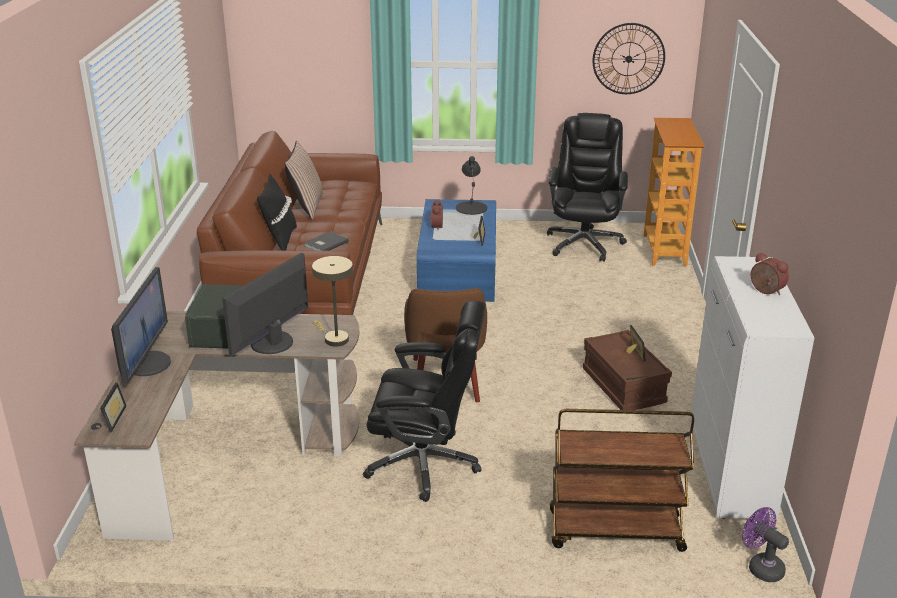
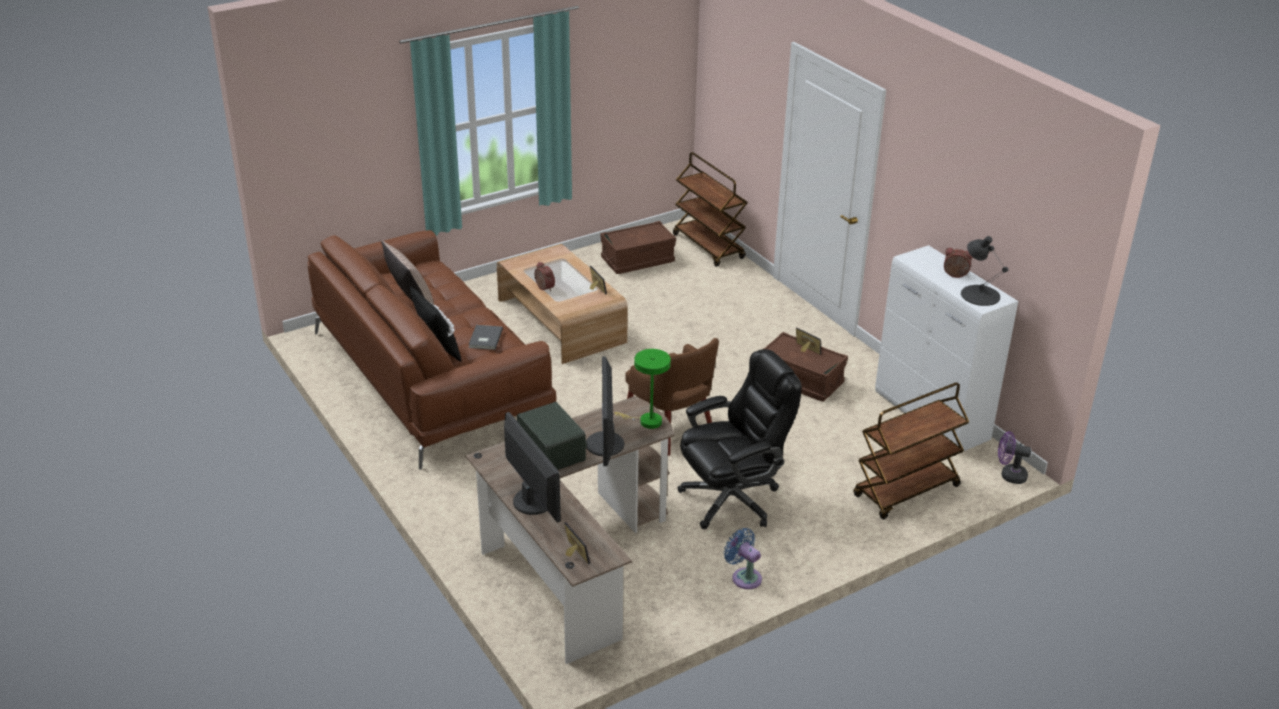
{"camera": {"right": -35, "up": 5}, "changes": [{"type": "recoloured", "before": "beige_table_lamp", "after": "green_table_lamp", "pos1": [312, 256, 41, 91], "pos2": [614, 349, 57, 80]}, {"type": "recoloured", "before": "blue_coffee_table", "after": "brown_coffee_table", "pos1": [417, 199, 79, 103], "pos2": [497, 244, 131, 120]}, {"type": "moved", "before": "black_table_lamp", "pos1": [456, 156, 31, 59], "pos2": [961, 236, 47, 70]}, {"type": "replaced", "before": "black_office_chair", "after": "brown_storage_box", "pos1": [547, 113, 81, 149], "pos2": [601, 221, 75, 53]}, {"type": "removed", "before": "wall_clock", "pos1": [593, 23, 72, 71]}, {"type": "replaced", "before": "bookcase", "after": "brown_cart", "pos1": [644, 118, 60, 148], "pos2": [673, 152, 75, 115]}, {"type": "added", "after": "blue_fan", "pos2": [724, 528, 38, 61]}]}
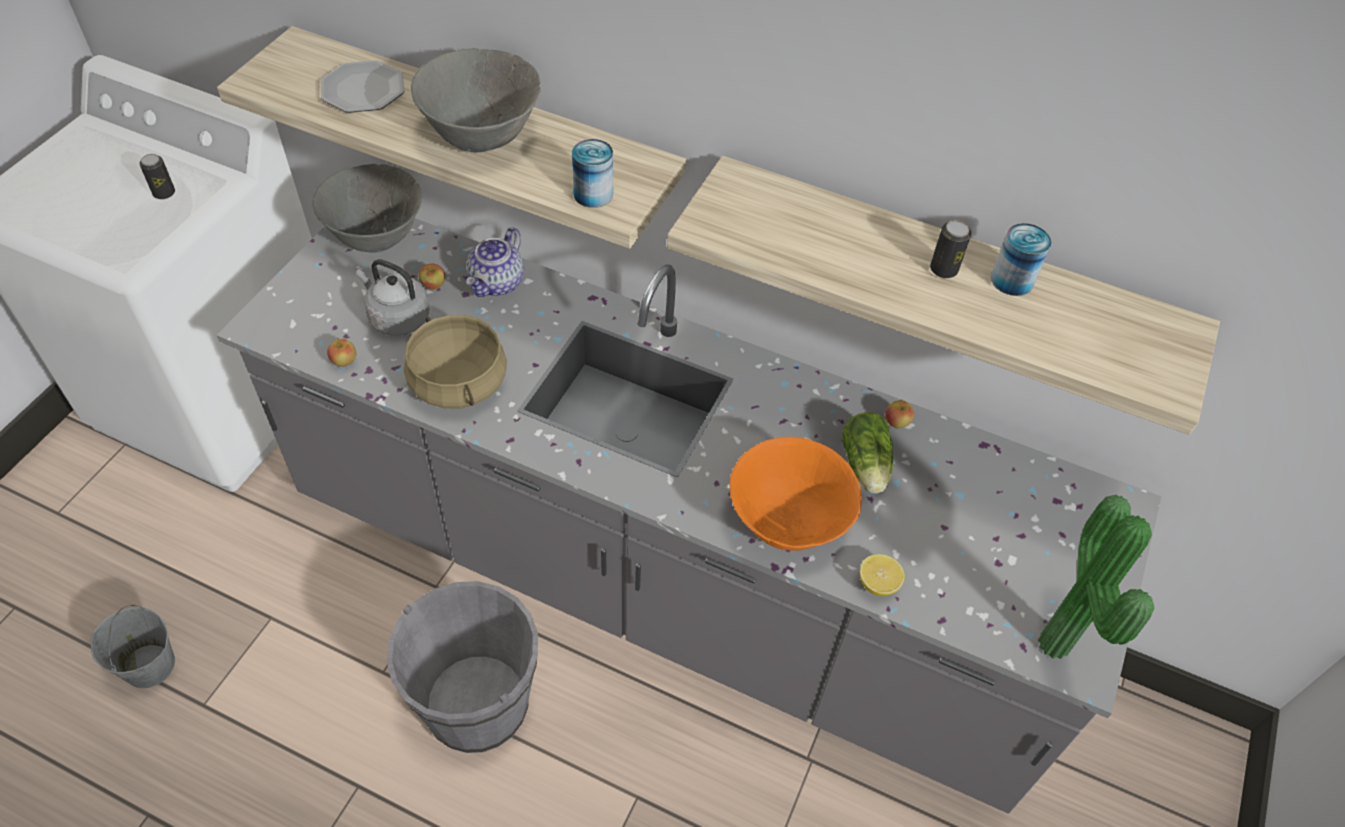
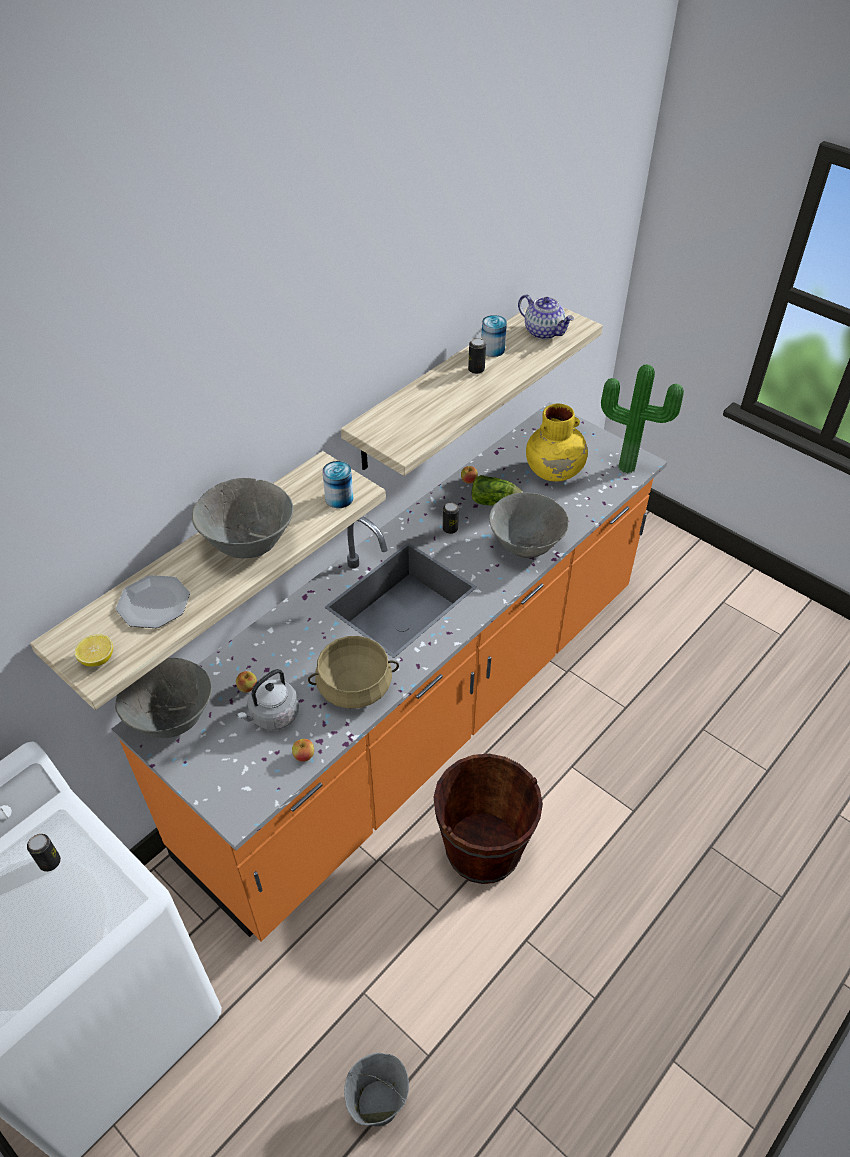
{"camera": {"right": -70, "up": -5}, "changes": [{"type": "recoloured", "before": "grey_counter", "after": "orange_counter", "pos1": [217, 218, 945, 596], "pos2": [111, 402, 556, 540]}, {"type": "recoloured", "before": "grey_bucket", "after": "brown_bucket", "pos1": [387, 581, 151, 172], "pos2": [434, 754, 109, 130]}, {"type": "moved", "before": "teapot", "pos1": [466, 227, 58, 70], "pos2": [518, 294, 56, 46]}, {"type": "recoloured", "before": "orange_bowl", "after": "grey_bowl", "pos1": [729, 437, 133, 114], "pos2": [489, 493, 80, 65]}, {"type": "moved", "before": "lemon", "pos1": [860, 554, 45, 42], "pos2": [75, 634, 38, 32]}, {"type": "added", "after": "can", "pos2": [443, 503, 16, 31]}, {"type": "added", "after": "yellow_vase", "pos2": [526, 403, 62, 79]}]}
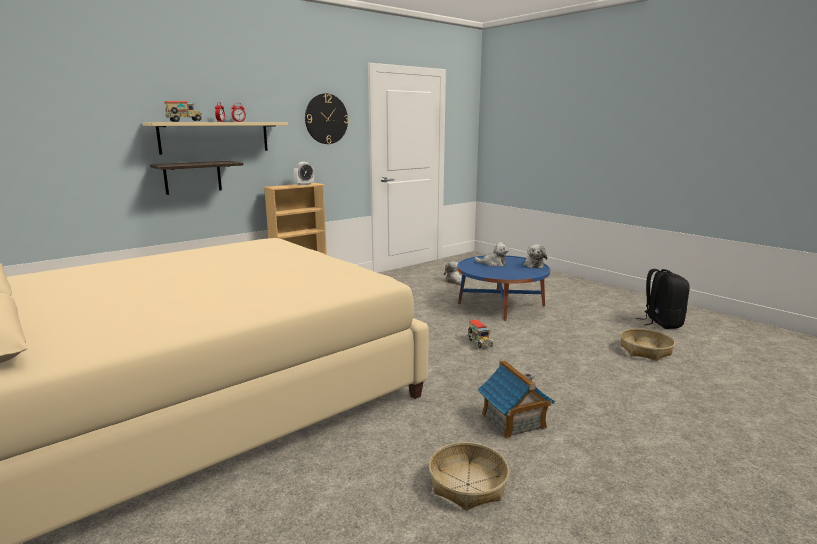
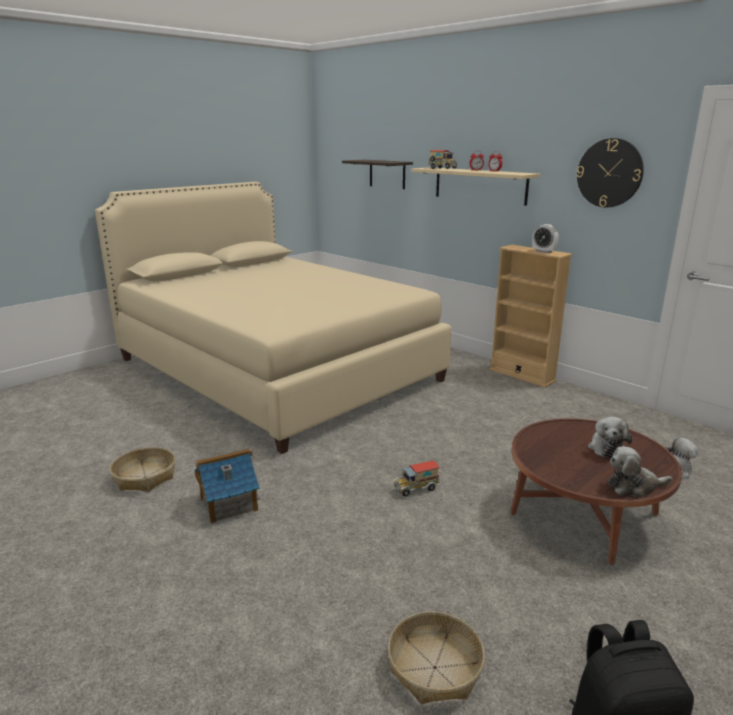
{"camera": {"right": 85, "up": 5}, "changes": [{"type": "moved", "before": "shelf", "pos1": [150, 161, 93, 34], "pos2": [342, 160, 71, 29]}, {"type": "recoloured", "before": "blue_coffee_table", "after": "brown_coffee_table", "pos1": [457, 255, 93, 66], "pos2": [510, 418, 172, 146]}]}
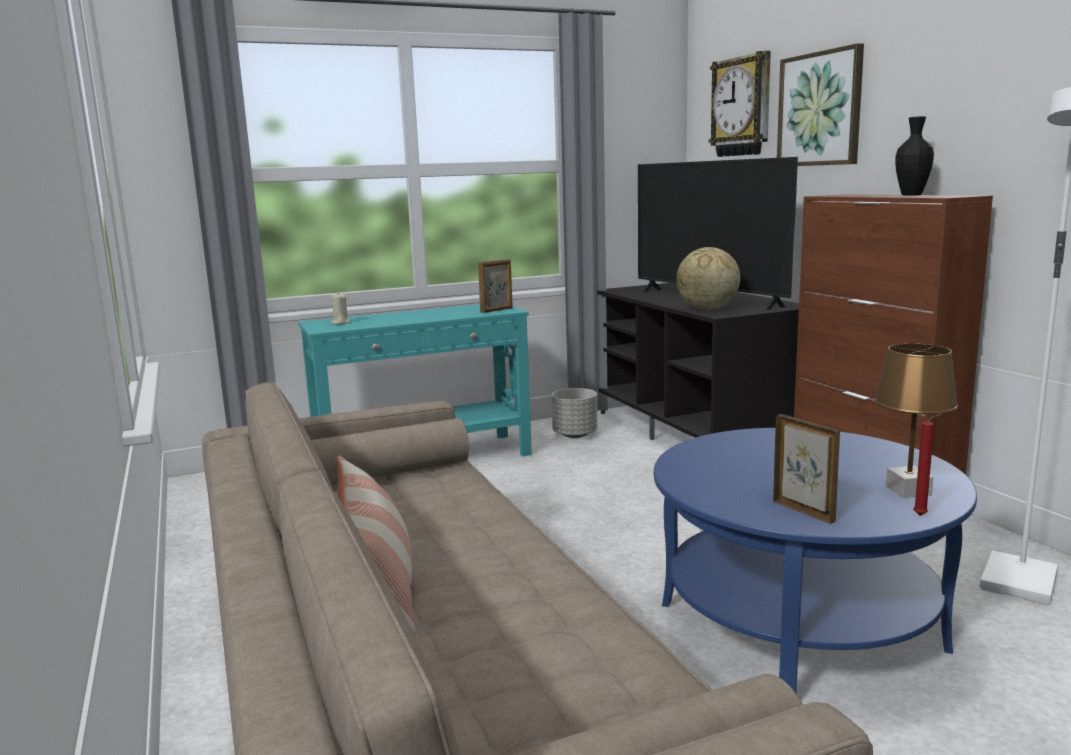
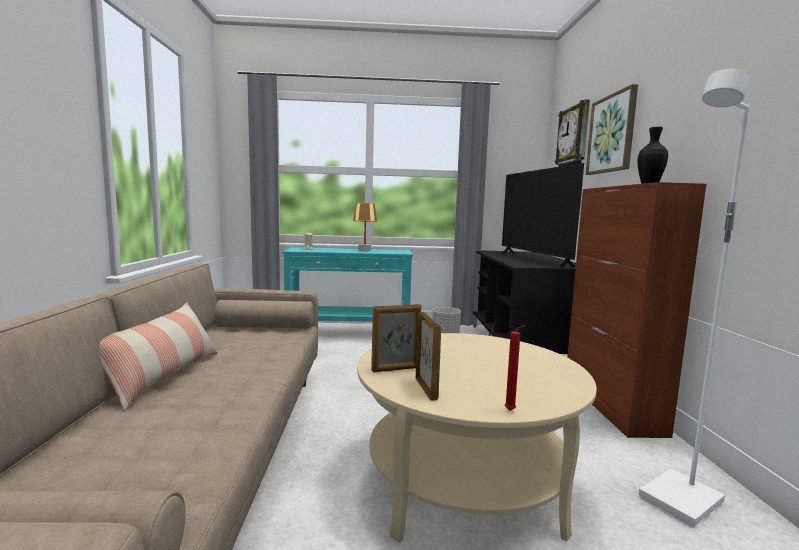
{"camera": {"right": 20, "up": -5}, "changes": [{"type": "moved", "before": "picture_frame", "pos1": [478, 259, 35, 54], "pos2": [371, 304, 50, 68]}, {"type": "recoloured", "before": "blue_coffee_table", "after": "beige_coffee_table", "pos1": [654, 428, 323, 265], "pos2": [357, 333, 240, 210]}, {"type": "removed", "before": "globe", "pos1": [676, 247, 64, 63]}, {"type": "moved", "before": "brown_table_lamp", "pos1": [874, 344, 84, 154], "pos2": [353, 203, 24, 48]}]}
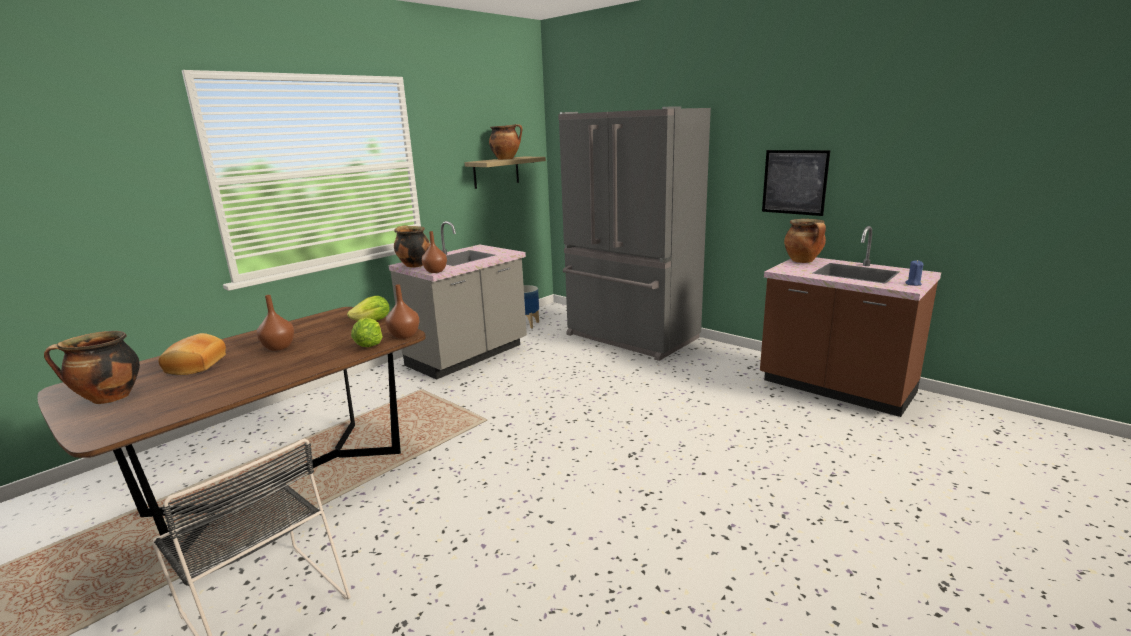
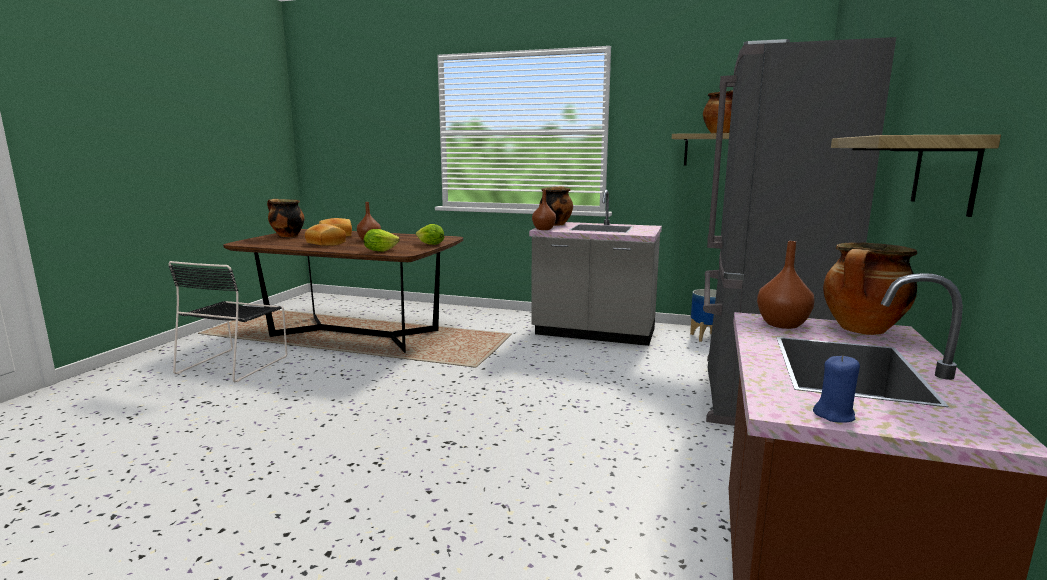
{"camera": {"right": 65, "up": -5}, "changes": [{"type": "moved", "before": "brown_vase", "pos1": [385, 284, 35, 55], "pos2": [757, 241, 58, 88]}, {"type": "replaced", "before": "picture", "after": "shelf", "pos1": [762, 150, 68, 66], "pos2": [831, 134, 170, 83]}, {"type": "added", "after": "bread", "pos2": [305, 224, 41, 22]}]}
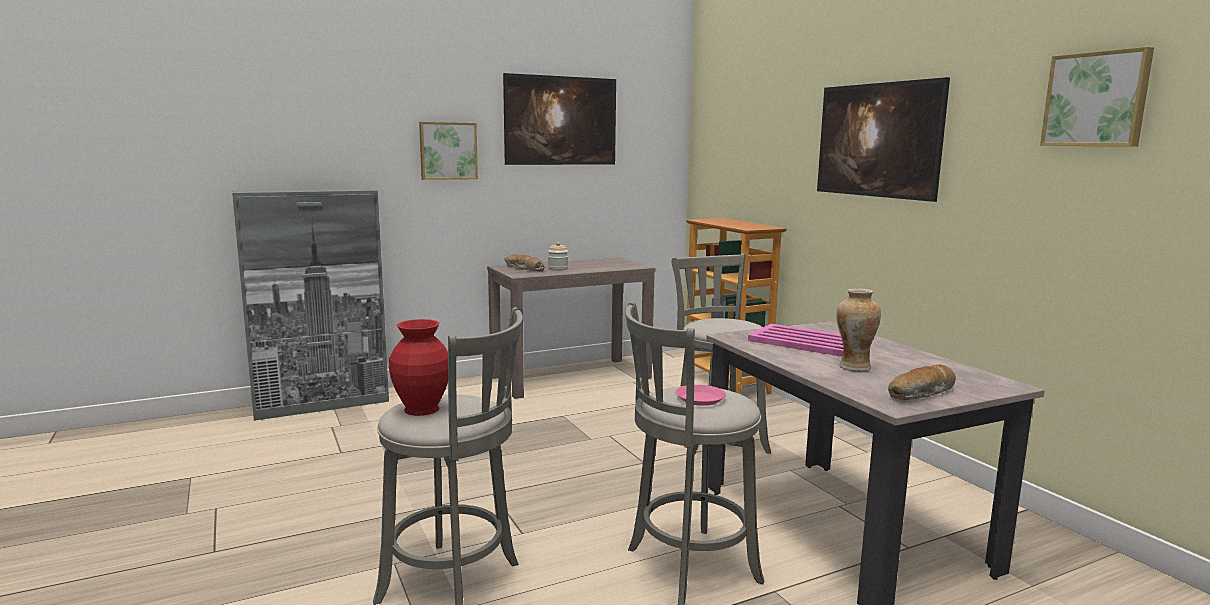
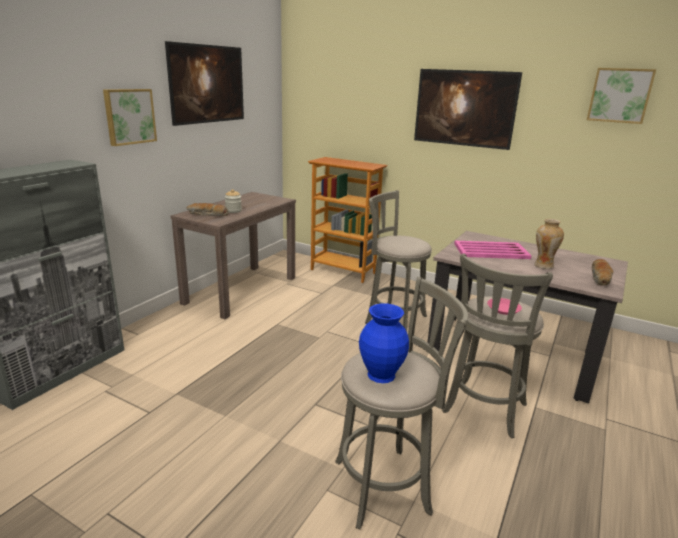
{"camera": {"right": -35, "up": 10}, "changes": [{"type": "recoloured", "before": "red_vase", "after": "blue_vase", "pos1": [389, 319, 59, 97], "pos2": [359, 303, 50, 80]}]}
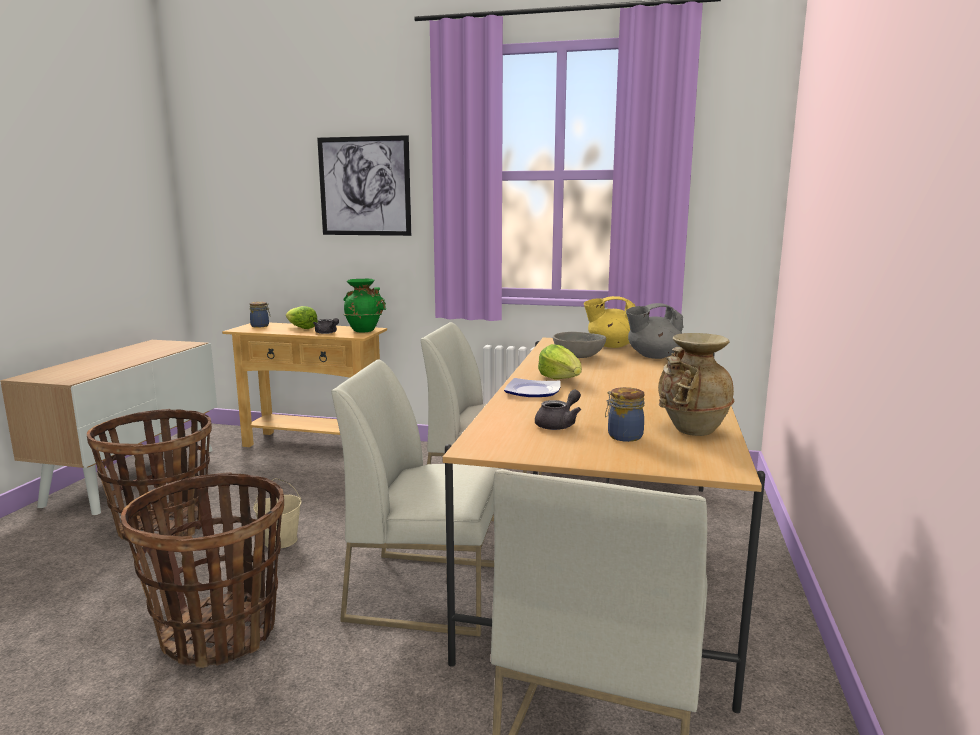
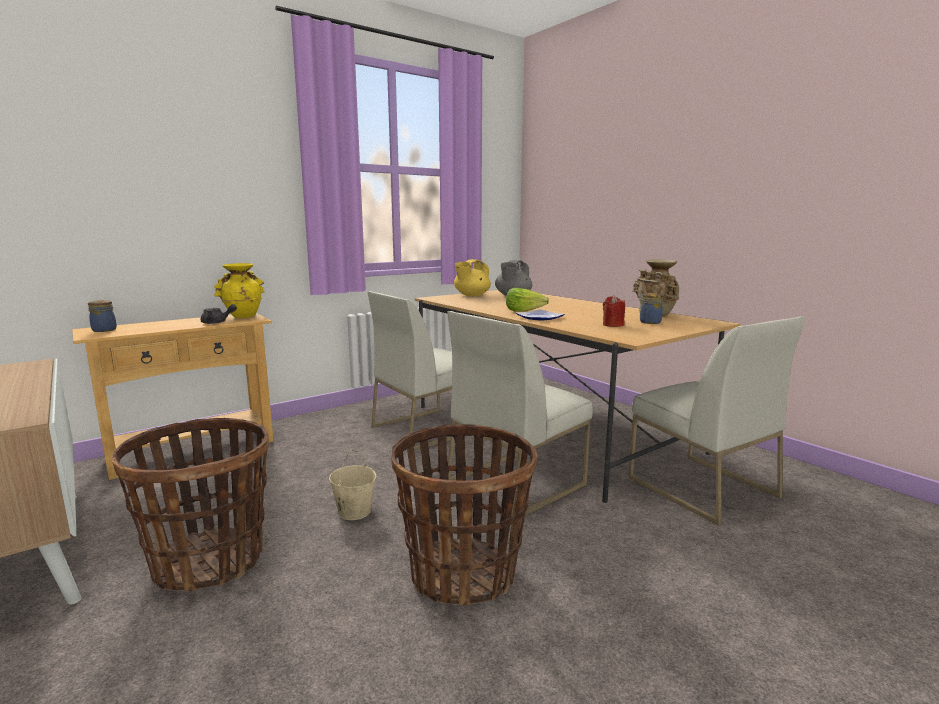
{"camera": {"right": -50, "up": 0}, "changes": [{"type": "removed", "before": "lettuce", "pos1": [286, 306, 32, 23]}, {"type": "removed", "before": "picture", "pos1": [317, 135, 94, 101]}, {"type": "recoloured", "before": "green_vase", "after": "yellow_vase", "pos1": [344, 279, 42, 53], "pos2": [214, 263, 51, 55]}, {"type": "replaced", "before": "grey_teapot", "after": "red_candle", "pos1": [535, 390, 46, 40], "pos2": [603, 295, 22, 32]}, {"type": "removed", "before": "grey_bowl", "pos1": [553, 332, 53, 26]}]}
